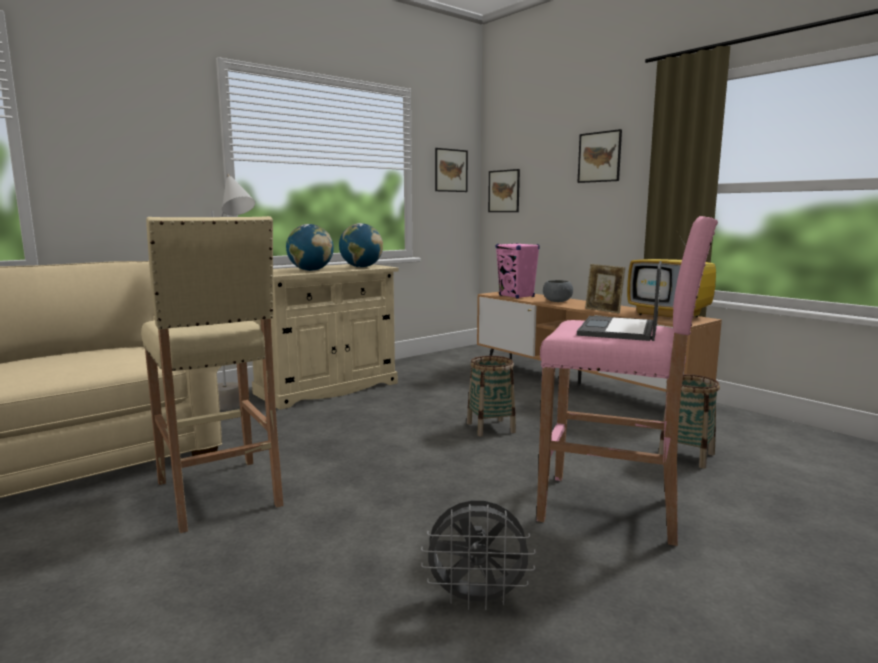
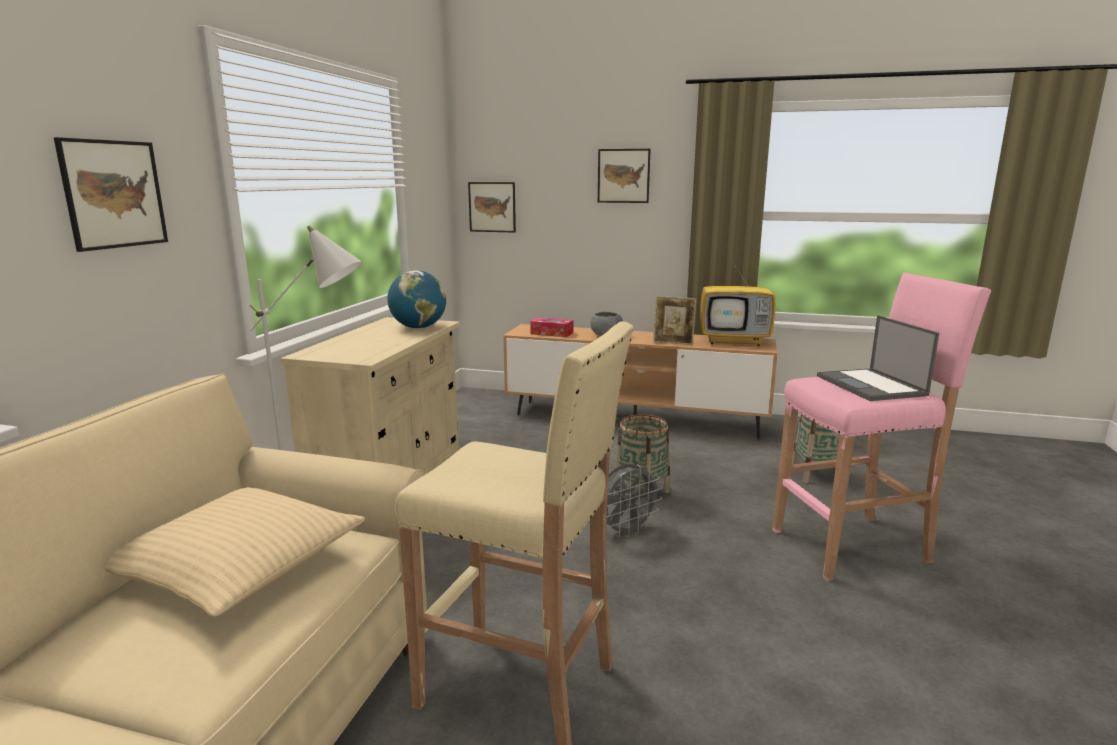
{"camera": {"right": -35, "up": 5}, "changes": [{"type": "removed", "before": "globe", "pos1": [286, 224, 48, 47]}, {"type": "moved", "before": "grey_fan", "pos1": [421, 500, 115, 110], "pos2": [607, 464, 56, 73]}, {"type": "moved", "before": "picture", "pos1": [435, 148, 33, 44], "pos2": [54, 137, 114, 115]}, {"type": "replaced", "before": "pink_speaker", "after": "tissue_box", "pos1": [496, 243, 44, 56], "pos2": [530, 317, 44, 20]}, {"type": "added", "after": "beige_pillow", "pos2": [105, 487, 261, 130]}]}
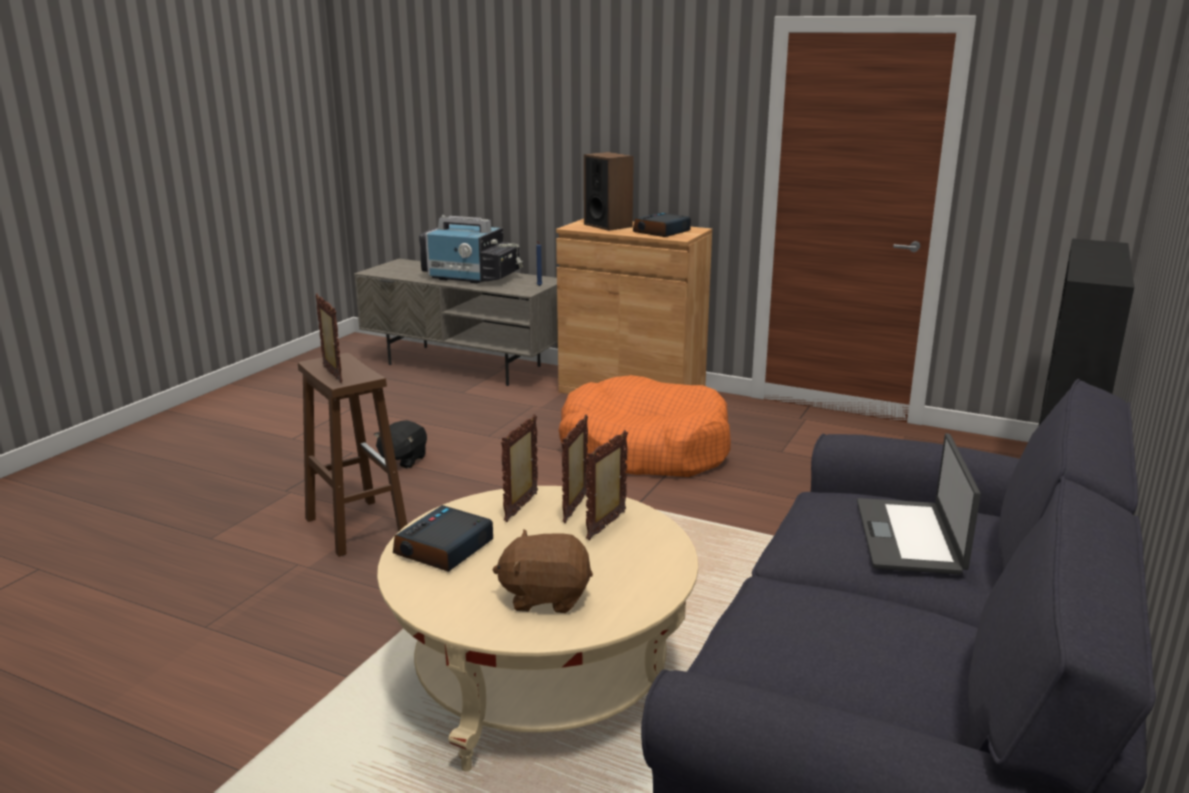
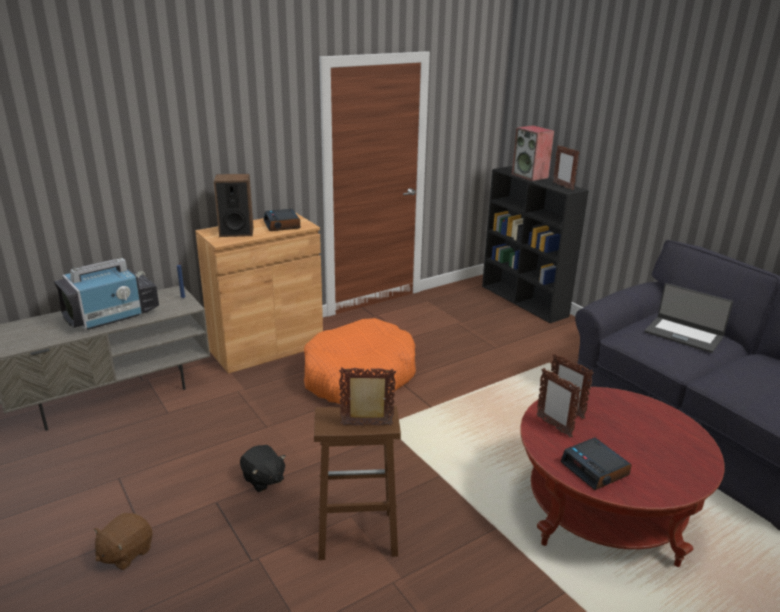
{"camera": {"right": -60, "up": 5}, "changes": [{"type": "recoloured", "before": "beige_coffee_table", "after": "red_coffee_table", "pos1": [377, 486, 321, 286], "pos2": [520, 387, 205, 180]}, {"type": "moved", "before": "brown_plush_toy", "pos1": [492, 529, 101, 84], "pos2": [94, 513, 59, 57]}, {"type": "moved", "before": "picture_frame", "pos1": [586, 430, 42, 110], "pos2": [553, 145, 26, 45]}, {"type": "added", "after": "speaker", "pos2": [512, 125, 42, 56]}]}
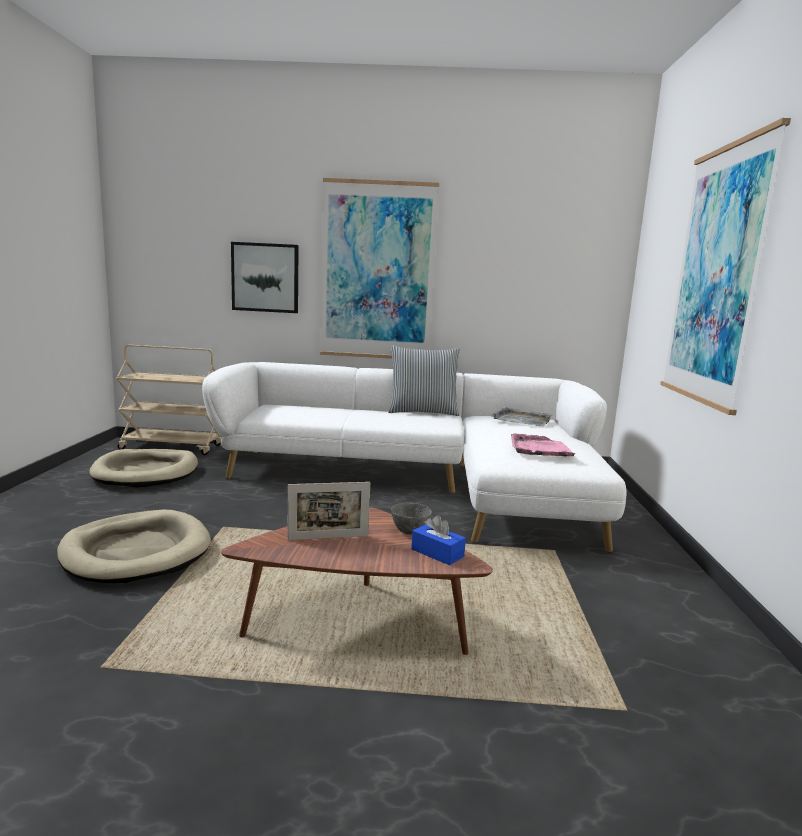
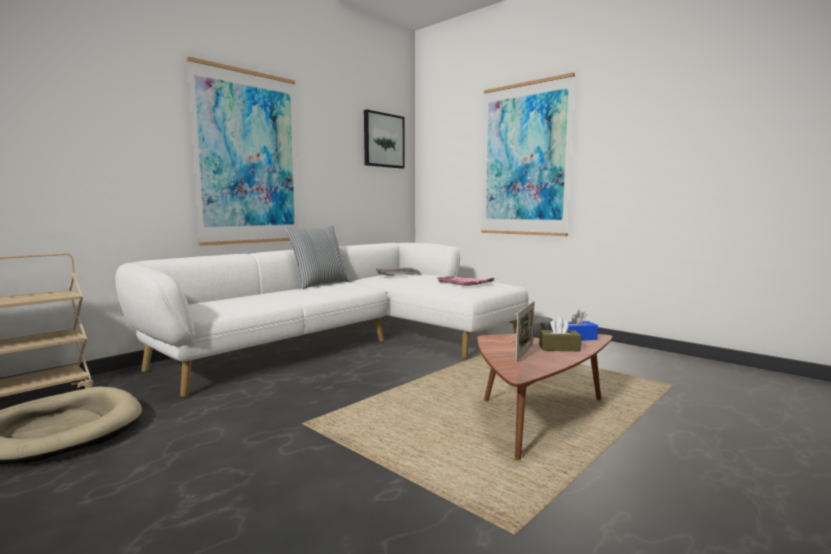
{"camera": {"right": -50, "up": -5}, "changes": [{"type": "removed", "before": "beige_dog_bed", "pos1": [57, 510, 154, 73]}, {"type": "moved", "before": "picture", "pos1": [231, 242, 68, 71], "pos2": [364, 109, 41, 59]}, {"type": "added", "after": "brown_tissue_box", "pos2": [539, 317, 42, 34]}]}
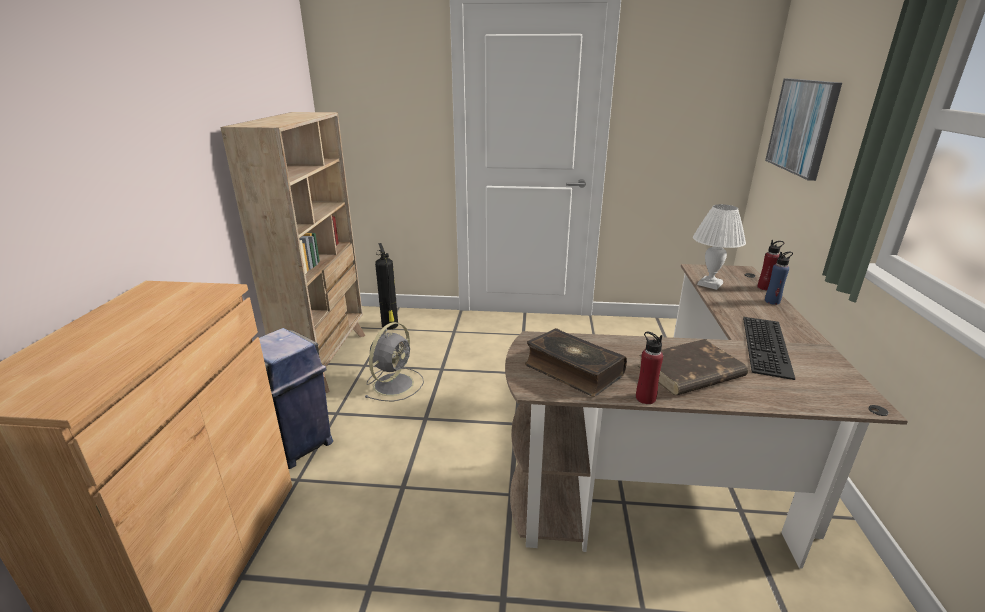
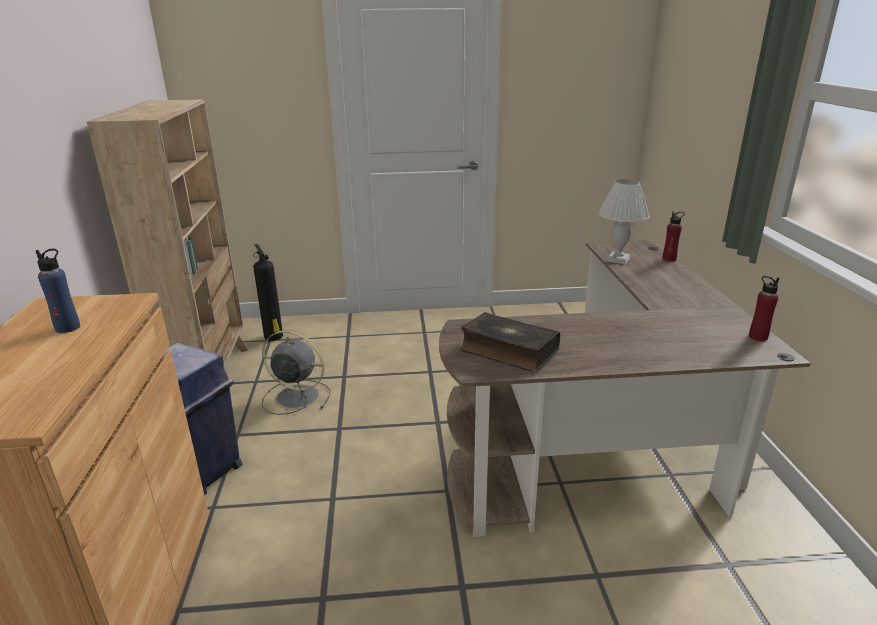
{"camera": {"right": -10, "up": 0}, "changes": [{"type": "turned", "before": "grey_fan", "pos1": [364, 322, 60, 80], "pos2": [262, 330, 68, 85], "turn": -90}, {"type": "moved", "before": "red_bottle", "pos1": [636, 331, 27, 73], "pos2": [749, 276, 30, 65]}, {"type": "removed", "before": "brown_book", "pos1": [638, 339, 110, 57]}, {"type": "removed", "before": "keyboard", "pos1": [743, 317, 52, 63]}, {"type": "removed", "before": "picture", "pos1": [765, 79, 77, 102]}, {"type": "moved", "before": "blue_bottle", "pos1": [765, 252, 28, 53], "pos2": [36, 249, 44, 84]}]}
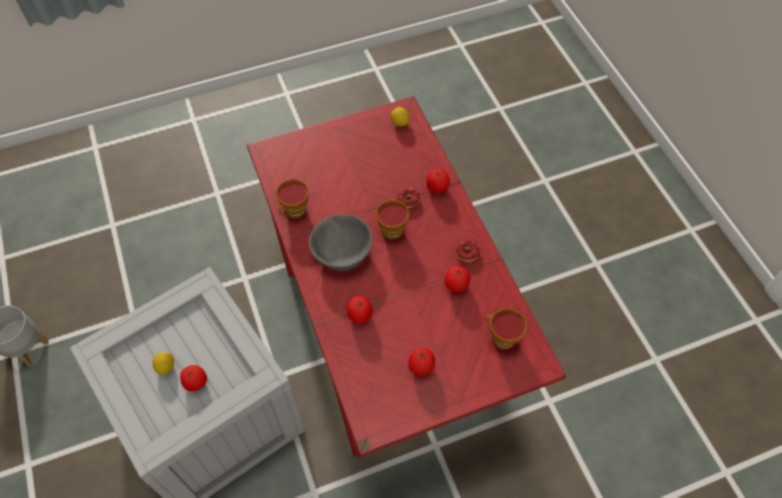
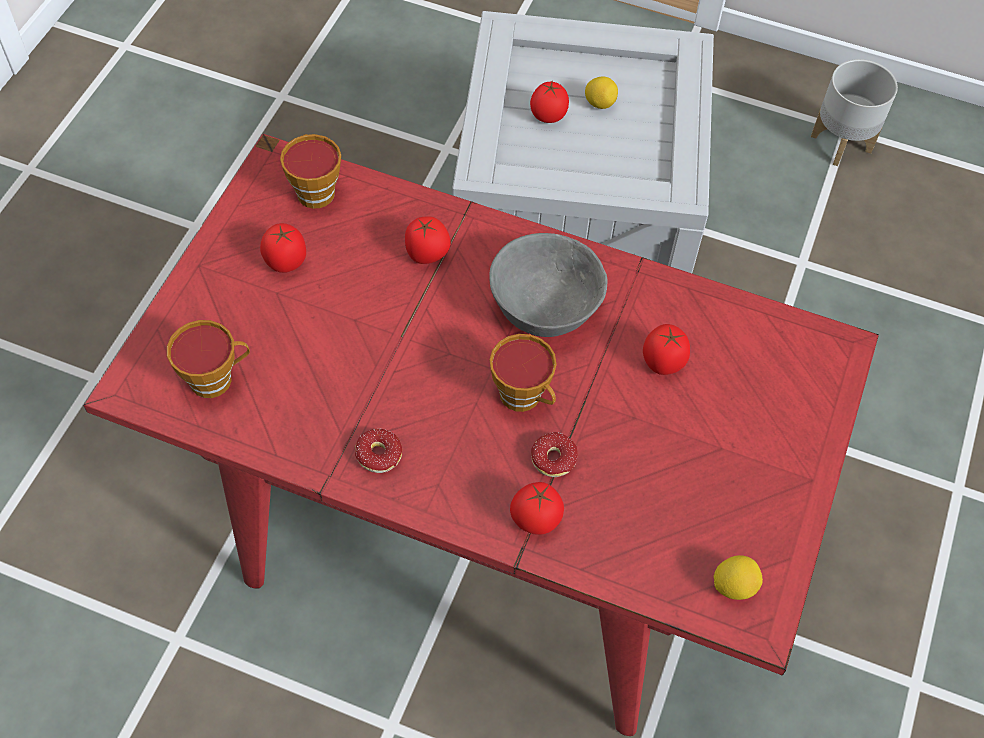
{"camera": {"right": 130, "up": 0}, "changes": [{"type": "moved", "before": "cup", "pos1": [276, 179, 33, 40], "pos2": [280, 134, 61, 75]}, {"type": "moved", "before": "tomato", "pos1": [444, 266, 26, 26], "pos2": [643, 324, 47, 51]}]}
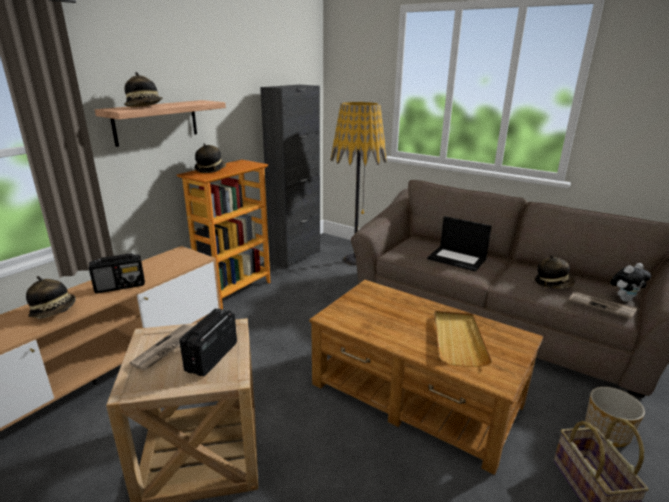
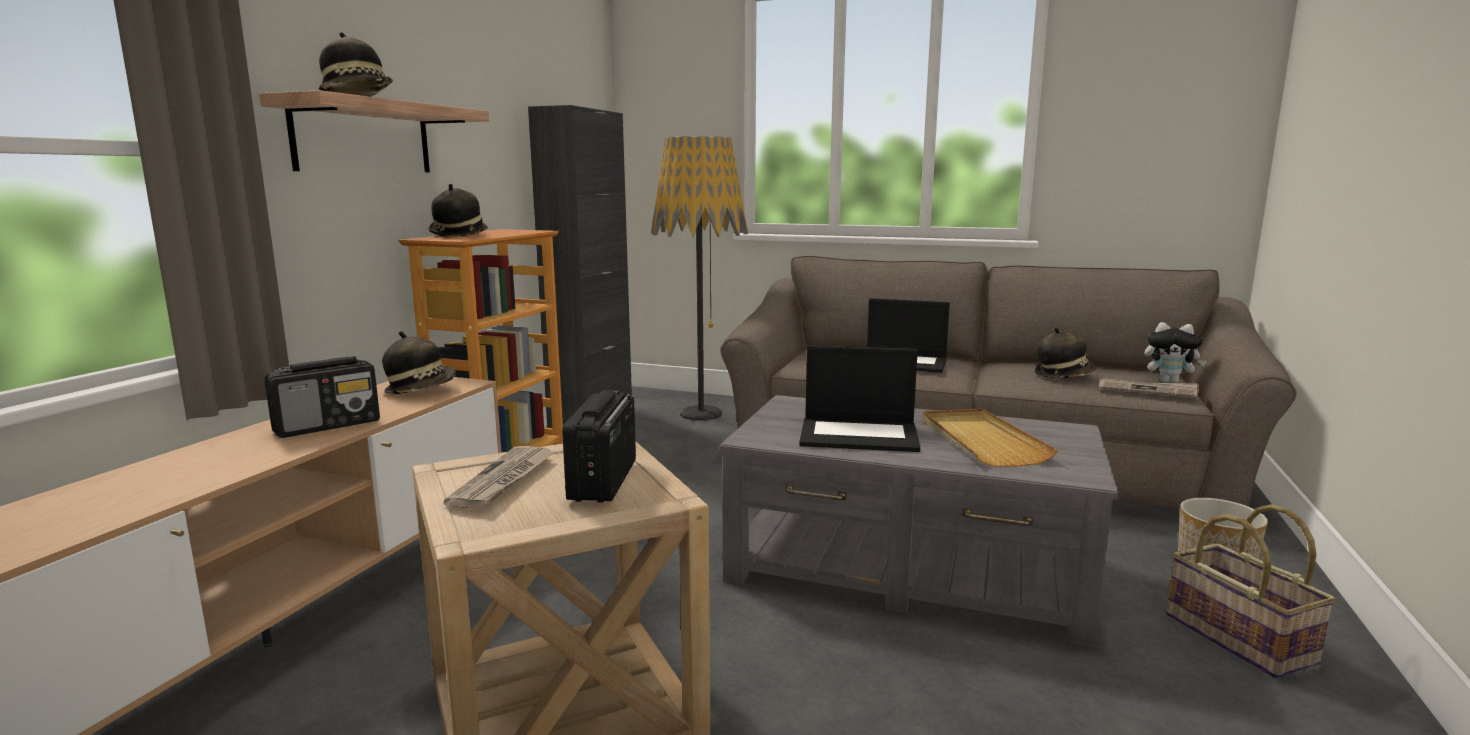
{"camera": {"right": -15, "up": -10}, "changes": [{"type": "moved", "before": "hat", "pos1": [26, 276, 50, 43], "pos2": [382, 331, 74, 63]}, {"type": "recoloured", "before": "brown_coffee_table", "after": "grey_coffee_table", "pos1": [309, 280, 234, 195], "pos2": [719, 395, 400, 253]}, {"type": "turned", "before": "plush_toy", "pos1": [610, 263, 42, 39], "pos2": [1145, 322, 62, 61], "turn": 60}, {"type": "added", "after": "laptop", "pos2": [799, 345, 121, 107]}]}
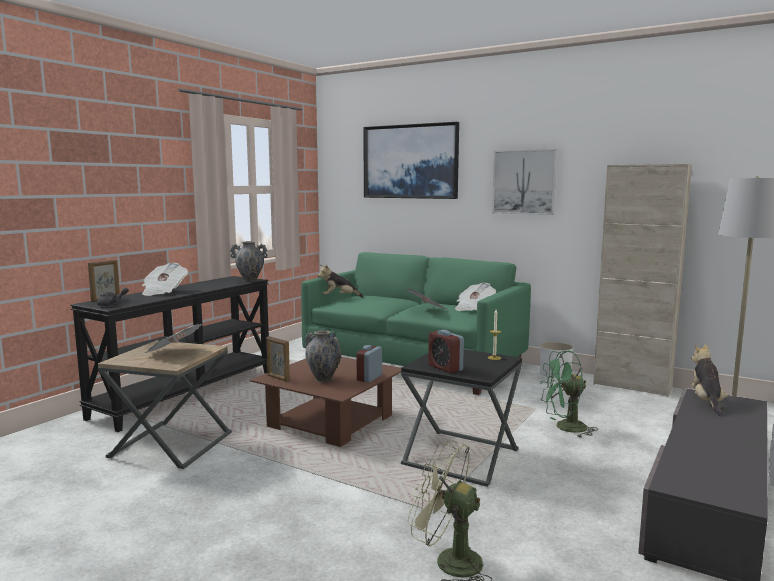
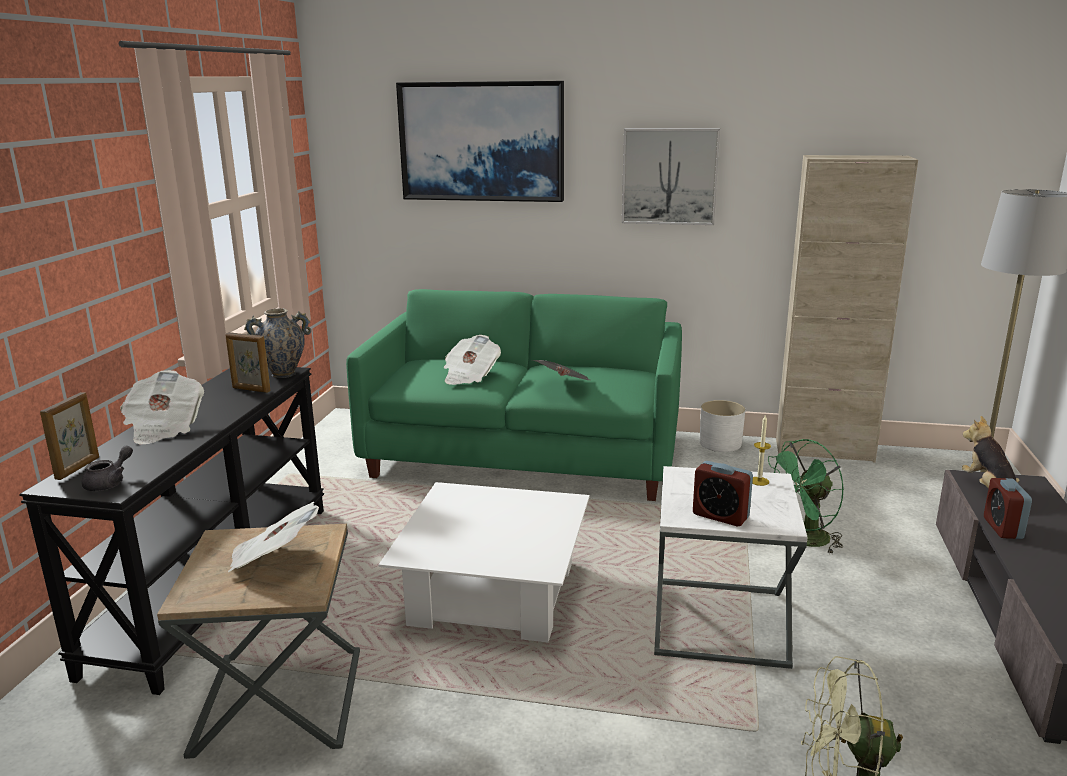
{"camera": {"right": -20, "up": 10}, "changes": [{"type": "recoloured", "before": "brown_coffee_table", "after": "white_coffee_table", "pos1": [250, 357, 151, 90], "pos2": [379, 482, 210, 160]}, {"type": "moved", "before": "picture_frame", "pos1": [267, 337, 23, 45], "pos2": [225, 332, 46, 61]}, {"type": "removed", "before": "vase", "pos1": [305, 330, 36, 52]}, {"type": "removed", "before": "plush_toy", "pos1": [318, 265, 45, 32]}, {"type": "moved", "before": "alarm_clock", "pos1": [356, 345, 26, 38], "pos2": [984, 478, 48, 61]}, {"type": "recoloured", "before": "black_side_table", "after": "white_side_table", "pos1": [401, 349, 121, 138], "pos2": [654, 466, 154, 203]}, {"type": "moved", "before": "newspaper", "pos1": [455, 283, 41, 28], "pos2": [443, 335, 58, 50]}]}
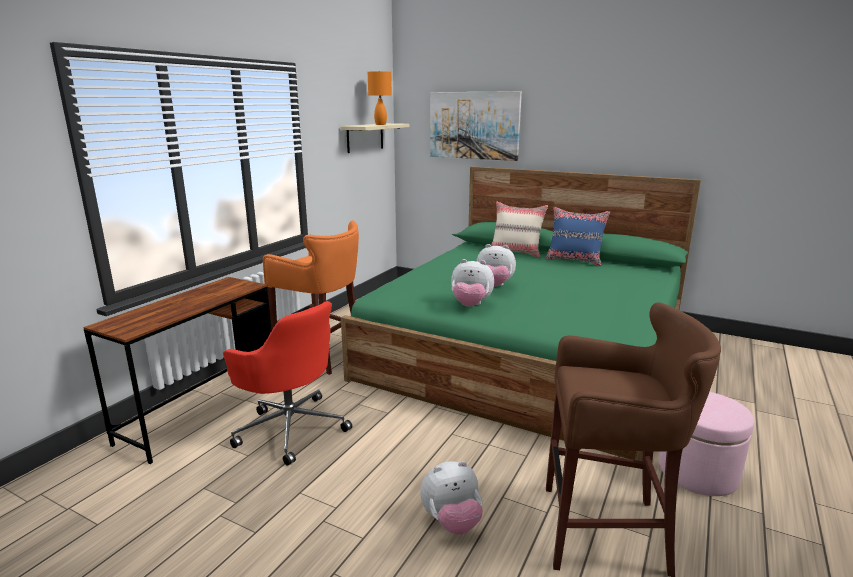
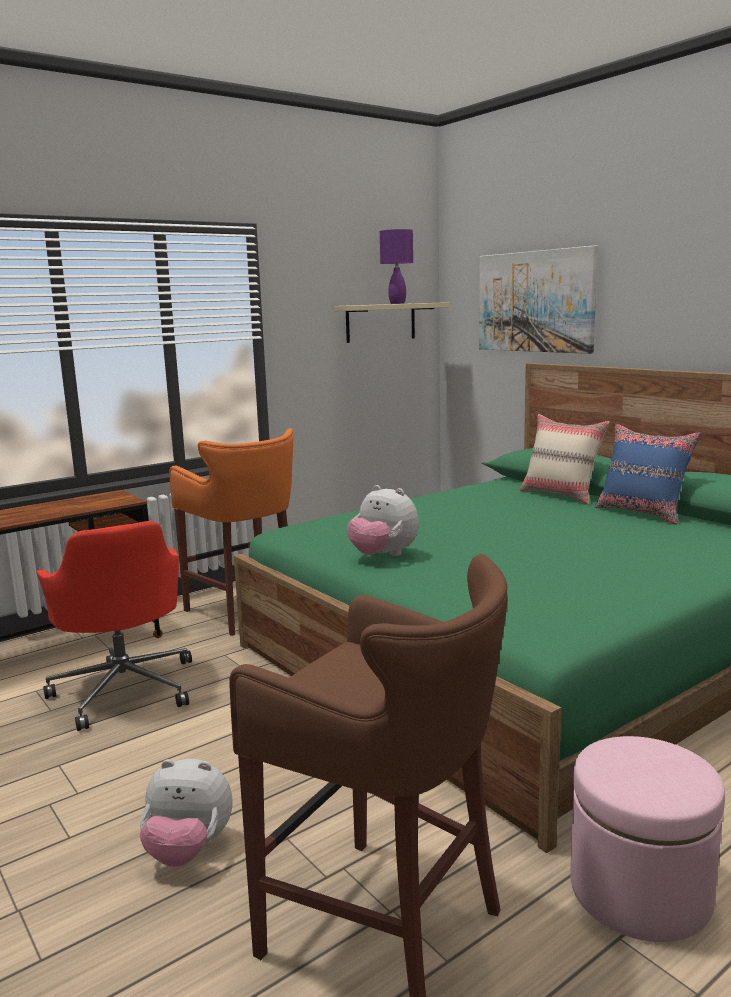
{"camera": {"right": 25, "up": -5}, "changes": [{"type": "recoloured", "before": "orange_table_lamp", "after": "purple_table_lamp", "pos1": [368, 71, 24, 54], "pos2": [380, 229, 33, 75]}, {"type": "removed", "before": "plush_toy", "pos1": [477, 244, 39, 43]}]}
